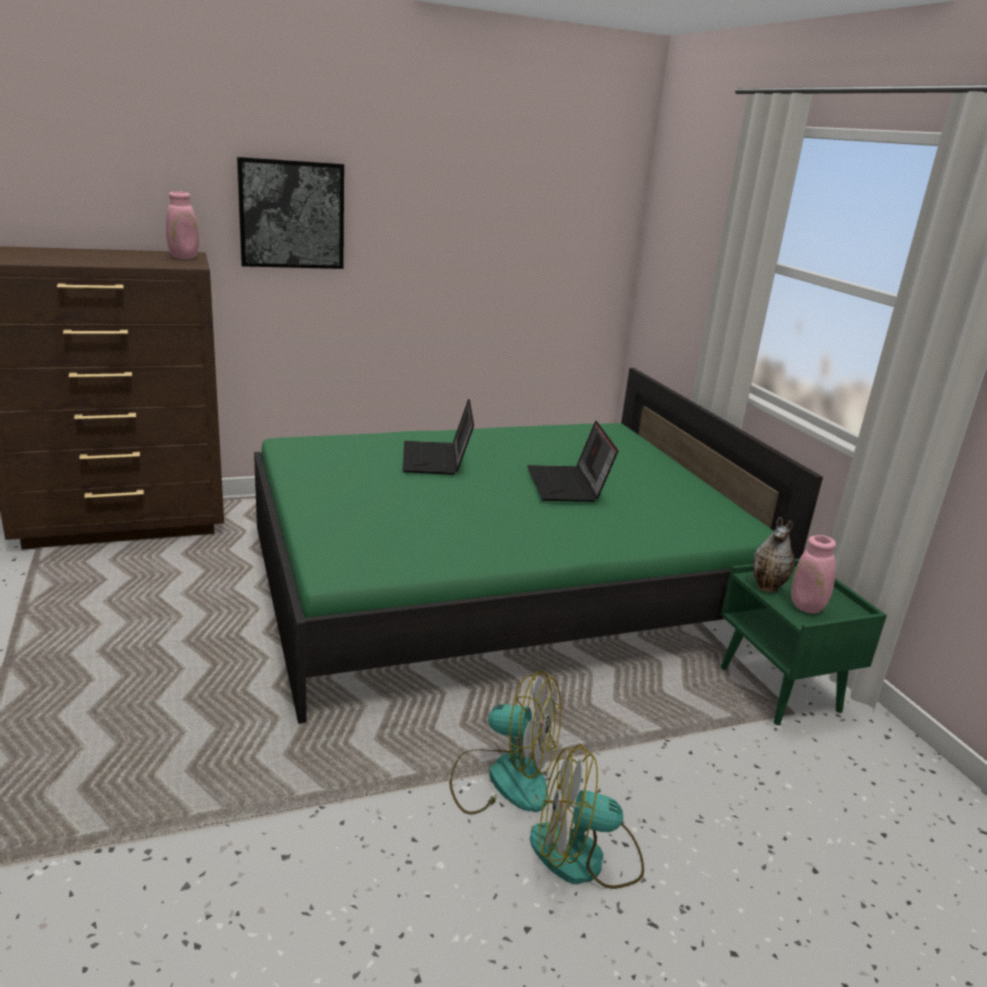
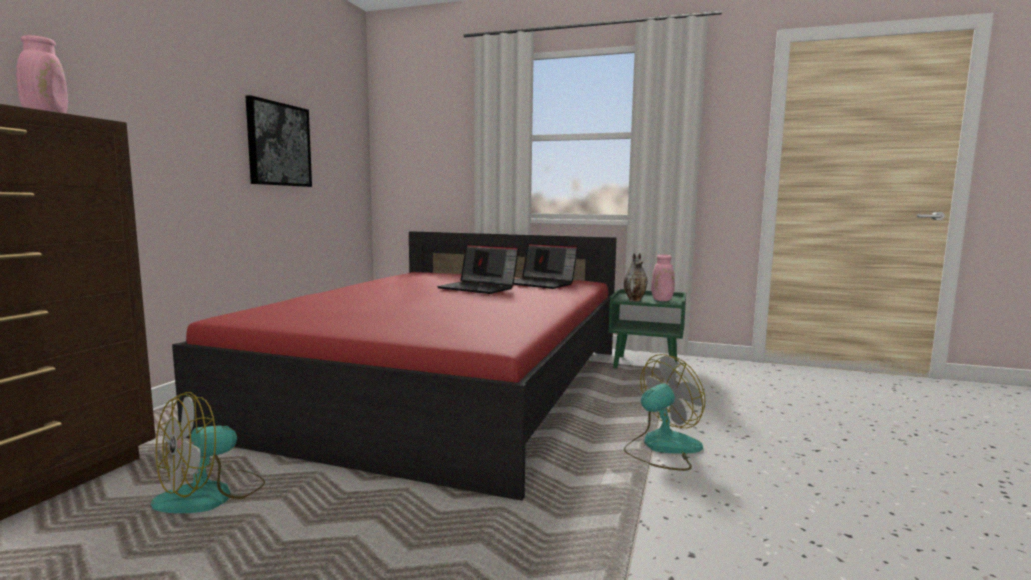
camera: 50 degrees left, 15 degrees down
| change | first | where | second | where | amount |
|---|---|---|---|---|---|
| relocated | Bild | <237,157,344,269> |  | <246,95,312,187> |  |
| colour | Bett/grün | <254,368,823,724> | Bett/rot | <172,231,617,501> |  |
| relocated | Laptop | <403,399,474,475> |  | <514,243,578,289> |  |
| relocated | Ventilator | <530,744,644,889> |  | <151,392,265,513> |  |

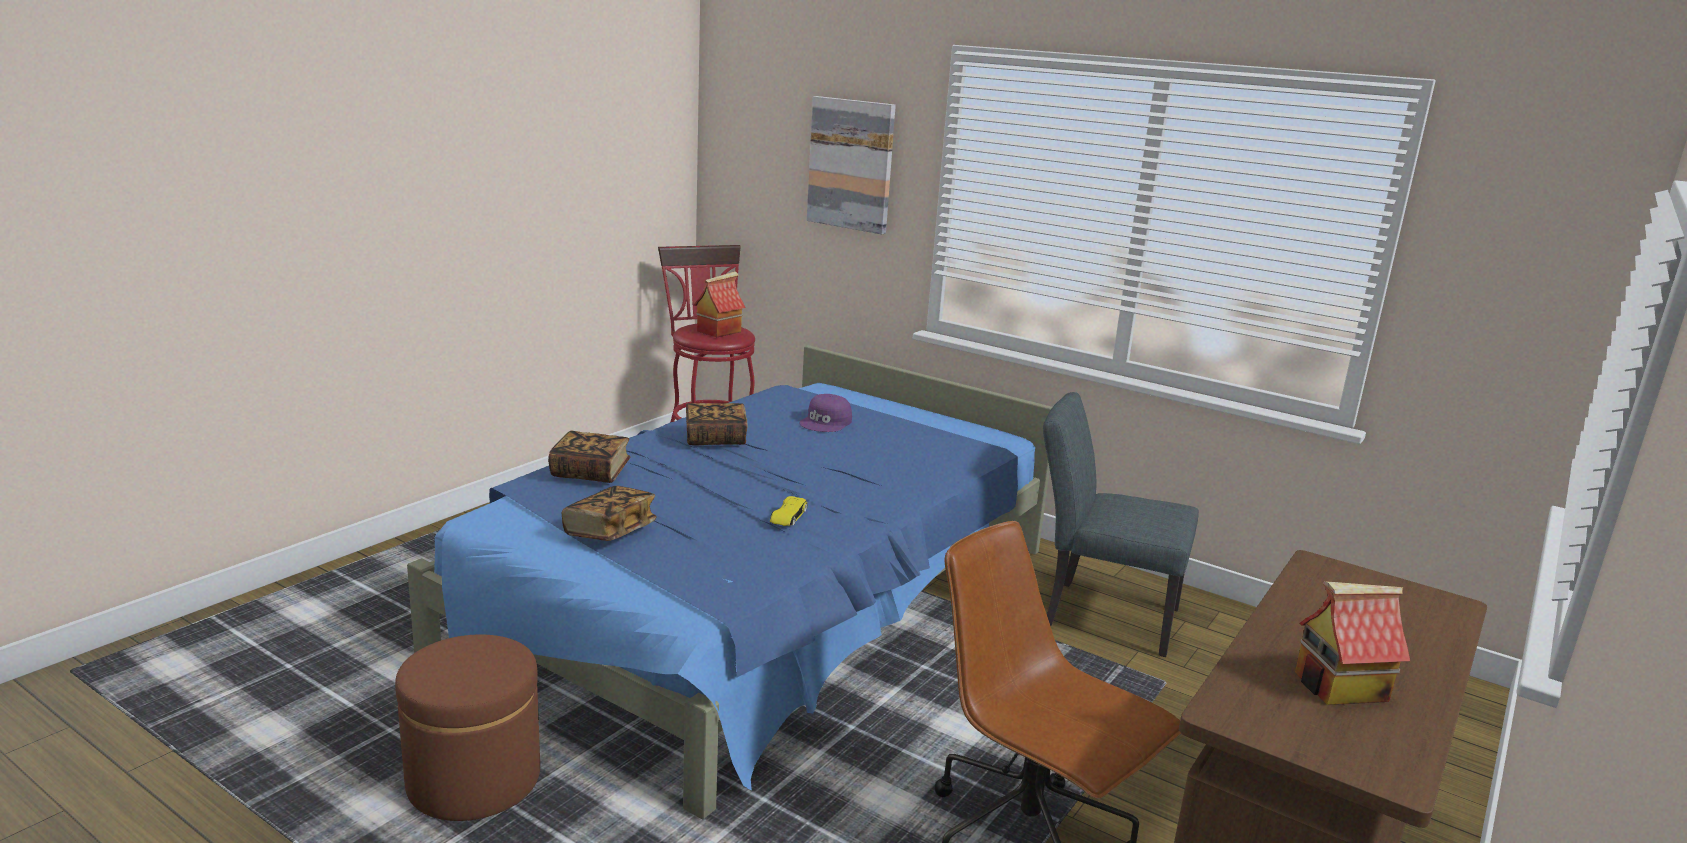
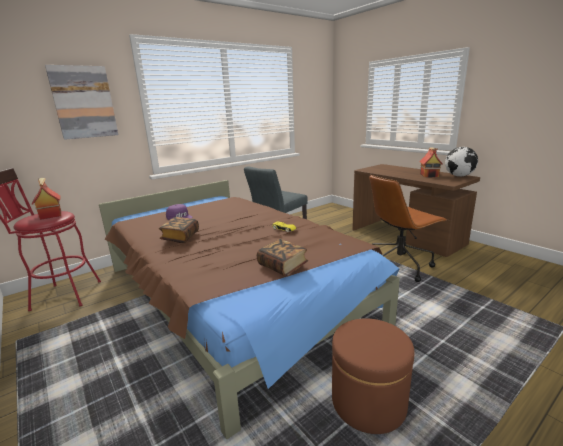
camera: 70 degrees left, 0 degrees up
| change | first | where | second | where | amount |
|---|---|---|---|---|---|
| colour | Bett/blau | <407,345,1052,820> | Bett/braun | <99,180,400,439> |  |
| missing | Buch | <548,431,631,483> |  |  |  |
| appeared |  |  | Globus | <445,147,478,177> |  |

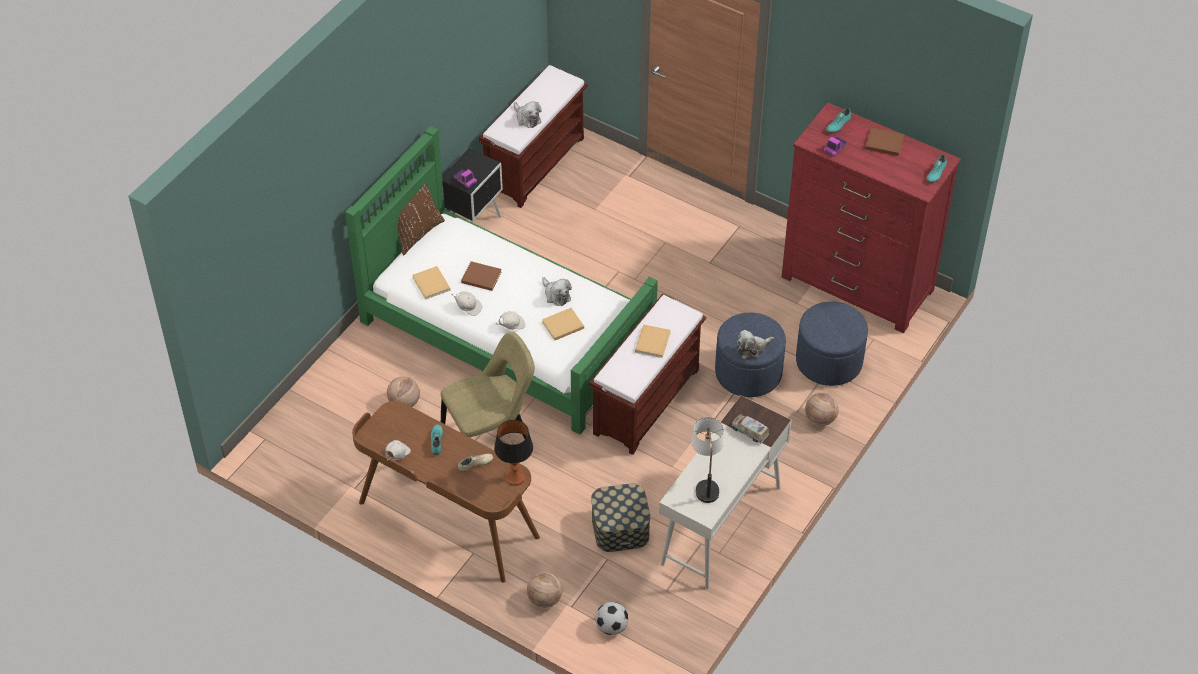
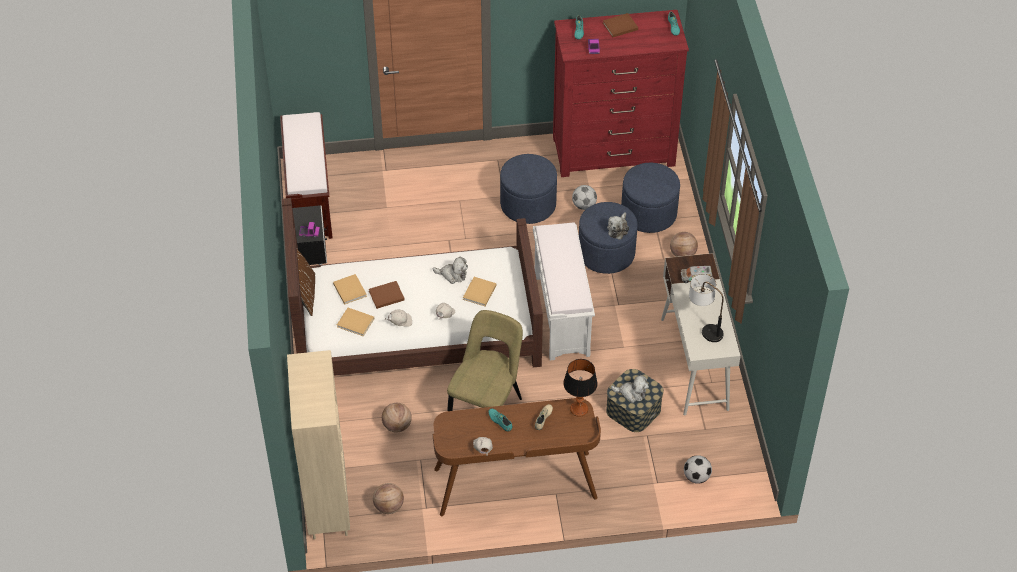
camera: 40 degrees left, 0 degrees up
| change | first | where | second | where | amount |
|---|---|---|---|---|---|
| colour | Bett/grün | <345,126,658,435> | Bett/braun | <282,198,543,376> |  |
| relocated | Plüschtier | <514,101,542,128> |  | <611,375,649,403> |  |
| relocated | Basketball | <527,572,562,608> |  | <373,483,404,514> |  |
| colour | Bank/braun | <589,294,706,455> | Bank/weiß | <533,223,595,361> |  |
| relocated | Buch/beige | <635,324,671,358> |  | <333,274,367,305> |  |
| appeared |  |  | Bücherregal/beige | <287,350,350,540> |  |
| appeared |  |  | Polsterhocker/blau | <500,154,557,224> |  |
| appeared |  |  | Fußball | <572,185,597,210> |  |

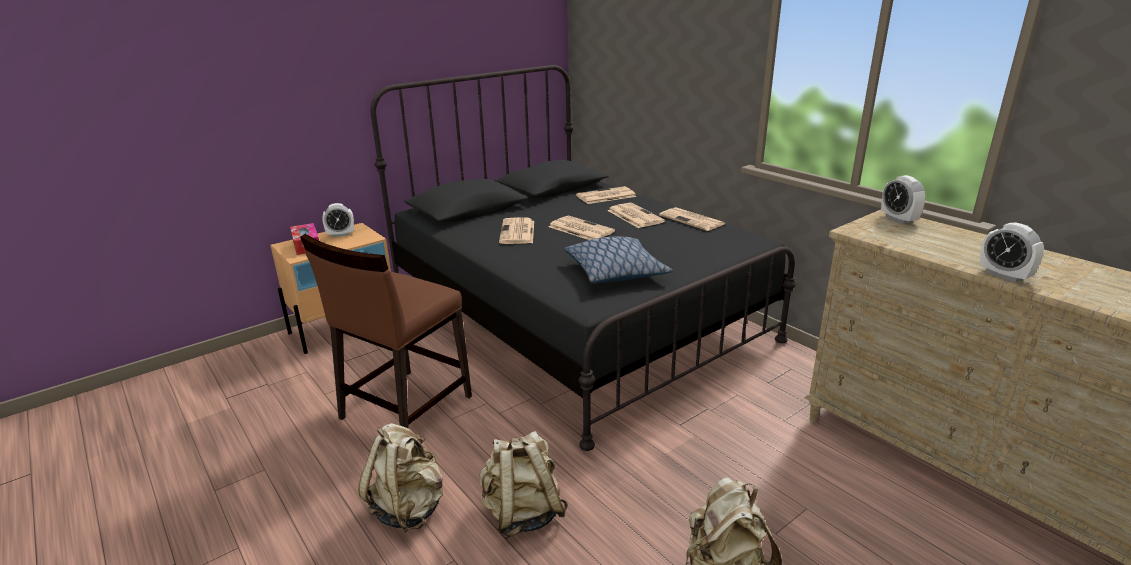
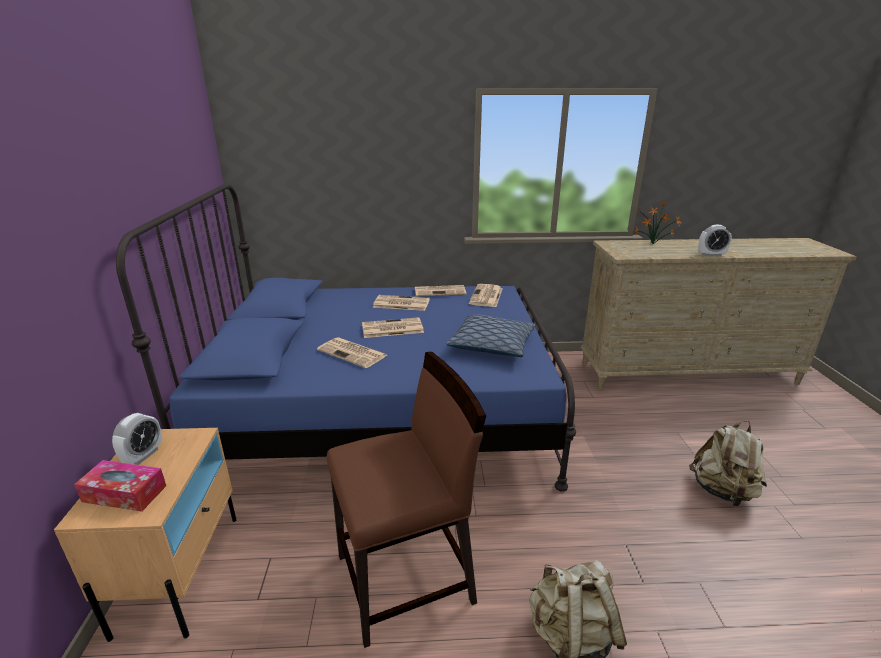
camera: 55 degrees left, 0 degrees up
| change | first | where | second | where | amount |
|---|---|---|---|---|---|
| spun | Stuhl/braun | <300,234,472,429> |  | <327,352,486,648> | 90 degrees counterclockwise |
| colour | Bett/schwarz | <371,65,796,451> | Bett/blau | <116,183,576,492> |  |
| missing | Rucksack/beige | <480,431,568,537> |  |  |  |
| relocated | Zeitung | <576,186,636,204> |  | <469,284,503,307> |  |
| missing | Wecker | <881,175,925,224> |  |  |  |
| appeared |  |  | Topfpflanze | <635,202,681,244> |  |

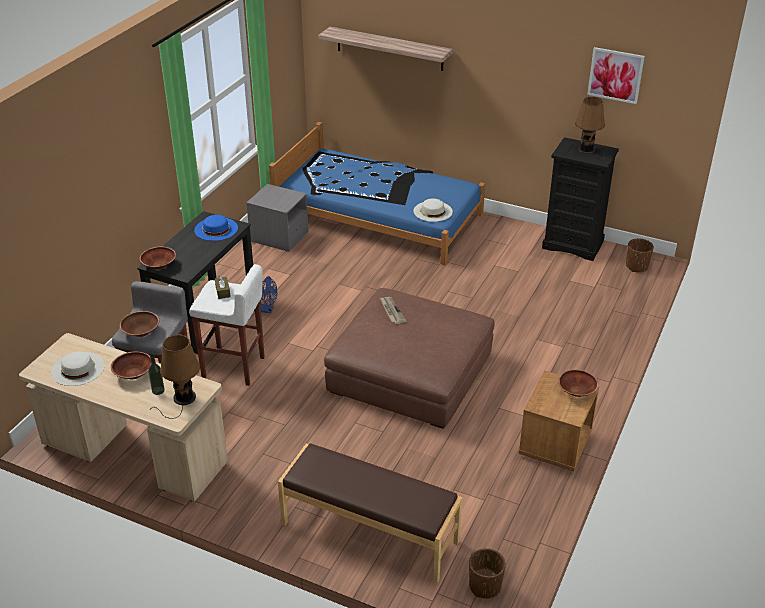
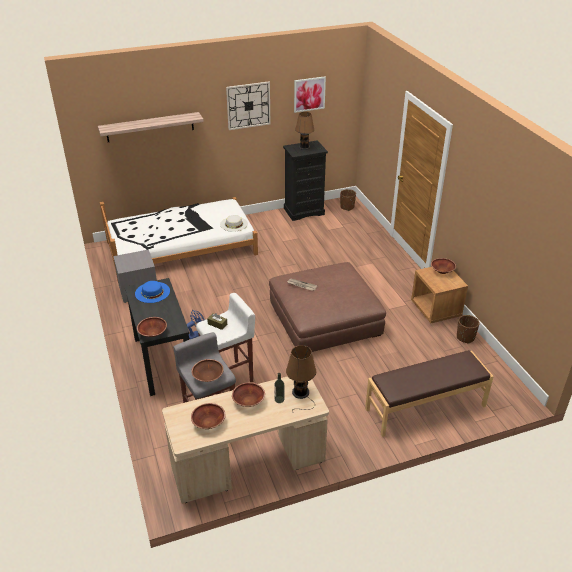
camera: 45 degrees left, 0 degrees up
| change | first | where | second | where | amount |
|---|---|---|---|---|---|
| exchanged | Hut/weiß | <51,351,105,386> | Schüssel/braun | <191,403,226,429> |  |
| colour | Bett/blau | <269,122,485,265> | Bett/weiß | <100,197,258,280> |  |
| relocated | Pflanzkübel/braun | <469,548,506,599> |  | <457,315,480,343> |  |
| appeared |  |  | Wanduhr | <226,82,270,130> |  |

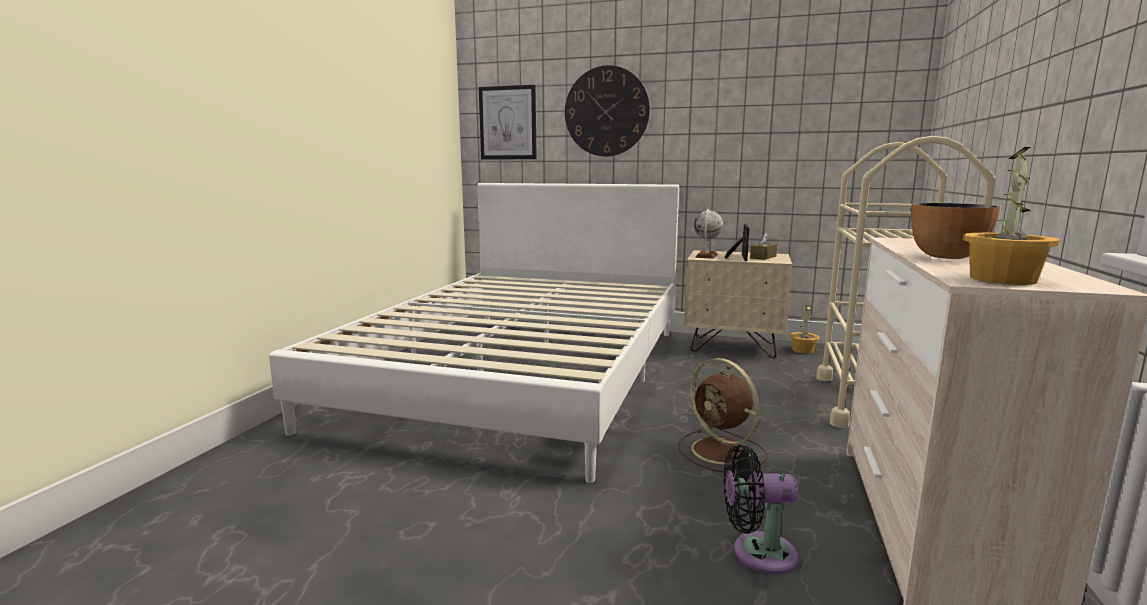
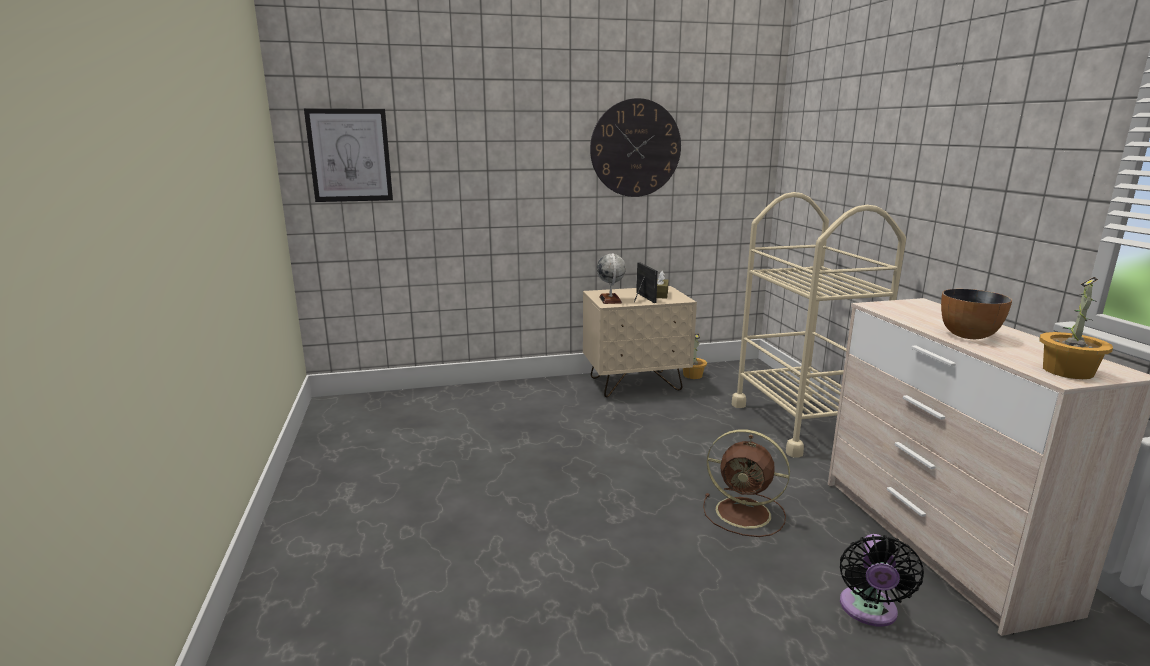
camera: 30 degrees left, 5 degrees up
| change | first | where | second | where | amount |
|---|---|---|---|---|---|
| missing | Bett/weiß | <269,183,679,483> |  |  |  |
| relocated | Wanduhr | <565,65,650,156> |  | <590,98,681,197> |  |
| spun | Ventilator/schwarz | <724,445,799,575> |  | <840,534,924,627> | 45 degrees counterclockwise |

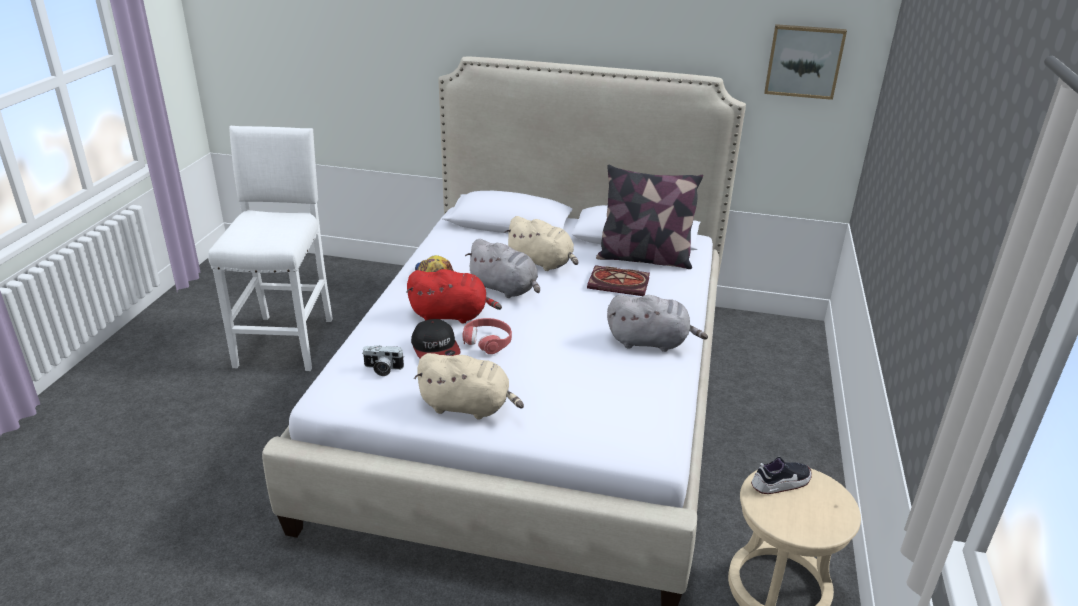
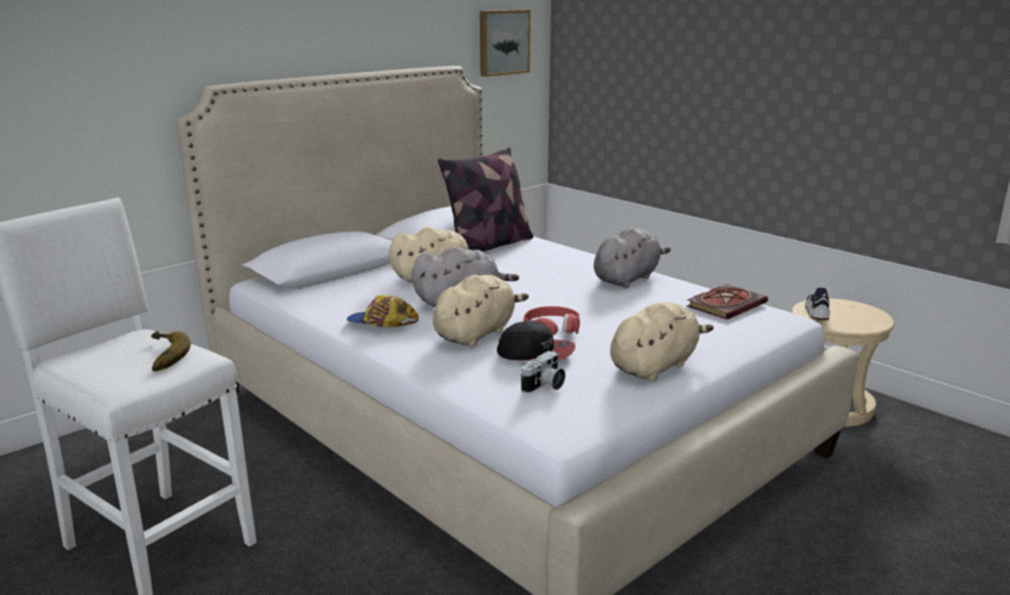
camera: 55 degrees left, 10 degrees down
| change | first | where | second | where | amount |
|---|---|---|---|---|---|
| colour | Plüschtier/rot | <406,269,502,324> | Plüschtier/beige | <433,275,529,347> |  |
| relocated | Buch | <587,265,650,296> |  | <687,284,768,319> |  |
| appeared |  |  | Banane | <151,331,191,371> |  |

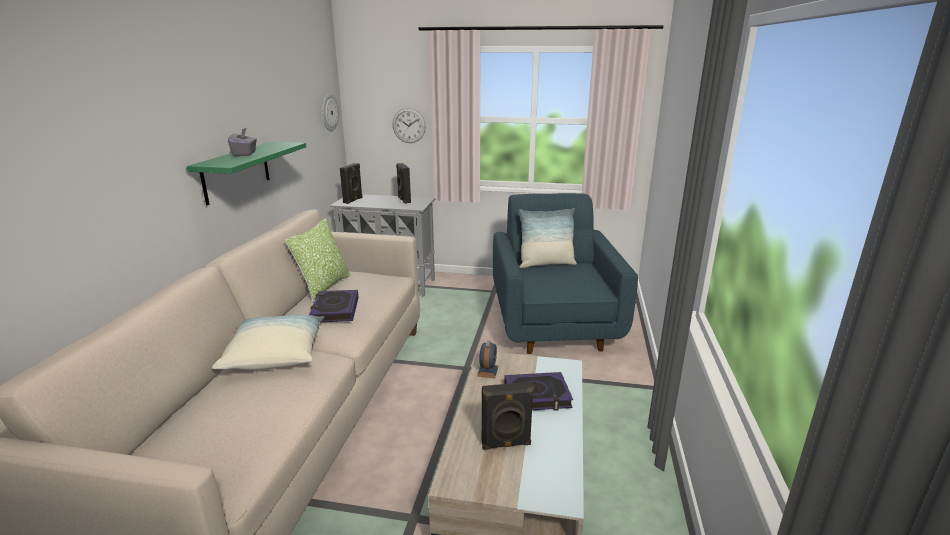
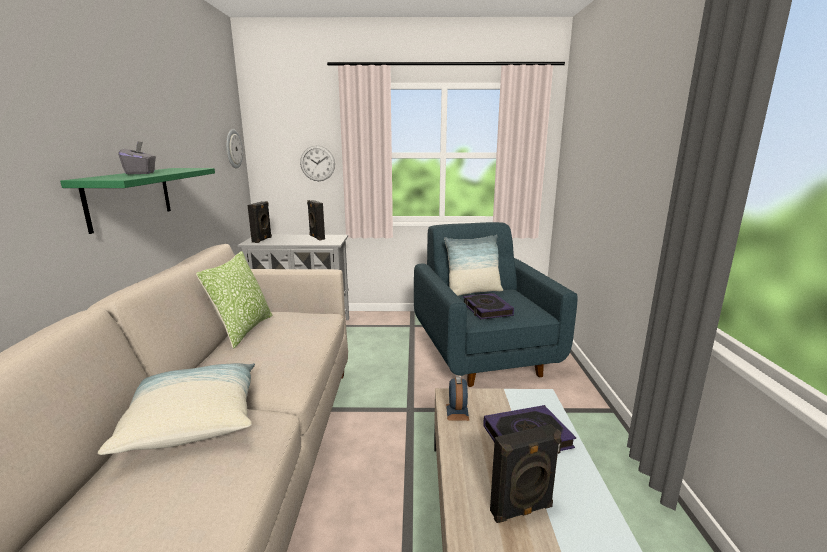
camera: 10 degrees left, 5 degrees down
| change | first | where | second | where | amount |
|---|---|---|---|---|---|
| relocated | Buch | <309,290,359,322> |  | <463,293,514,319> |  |

